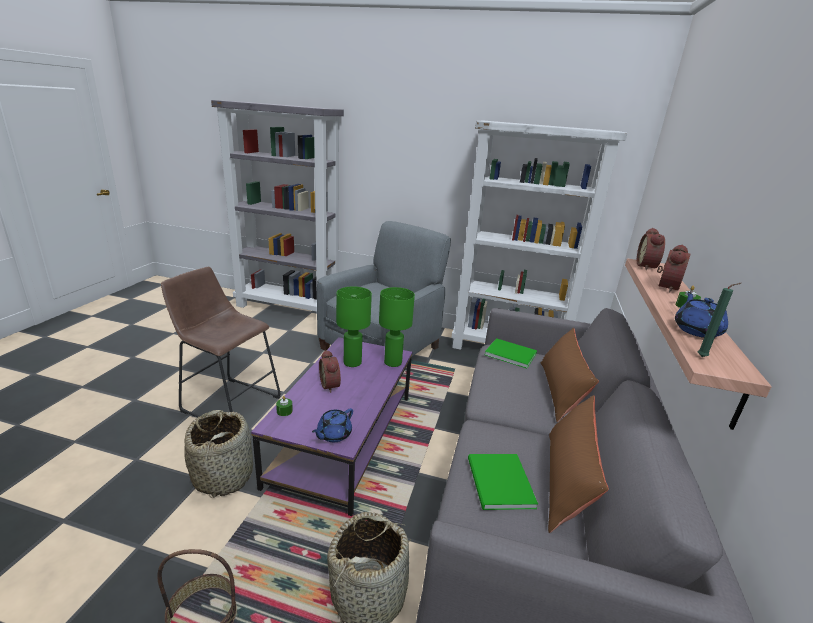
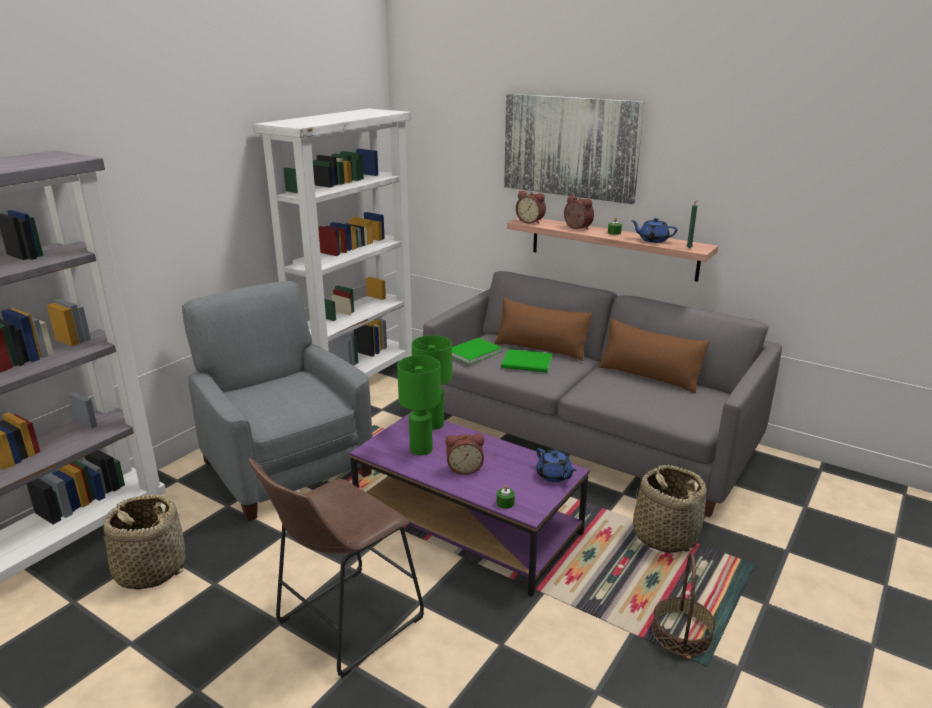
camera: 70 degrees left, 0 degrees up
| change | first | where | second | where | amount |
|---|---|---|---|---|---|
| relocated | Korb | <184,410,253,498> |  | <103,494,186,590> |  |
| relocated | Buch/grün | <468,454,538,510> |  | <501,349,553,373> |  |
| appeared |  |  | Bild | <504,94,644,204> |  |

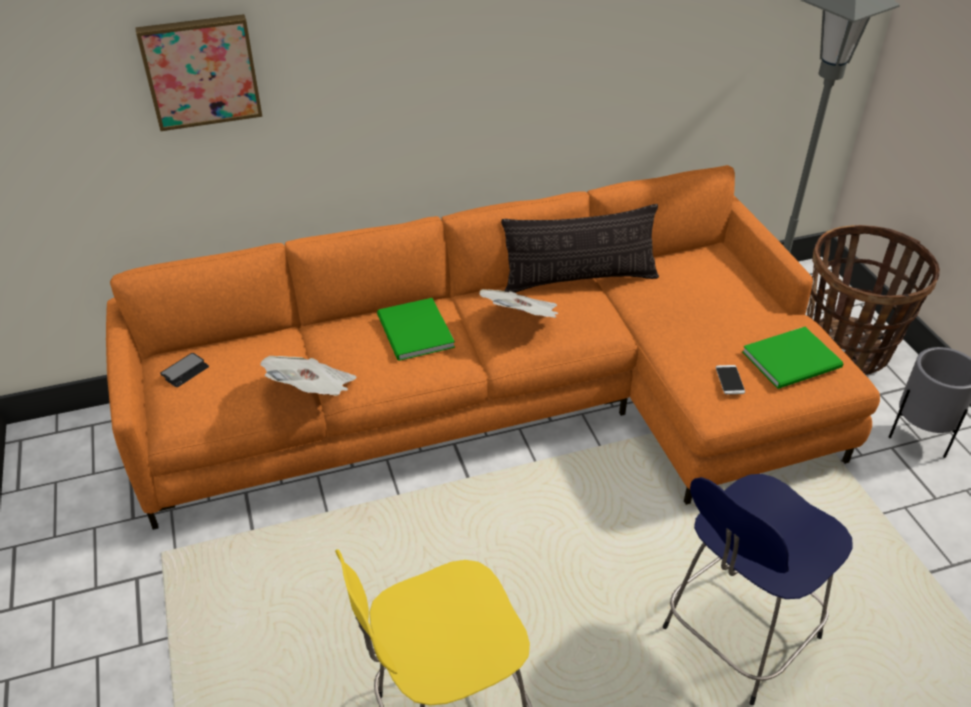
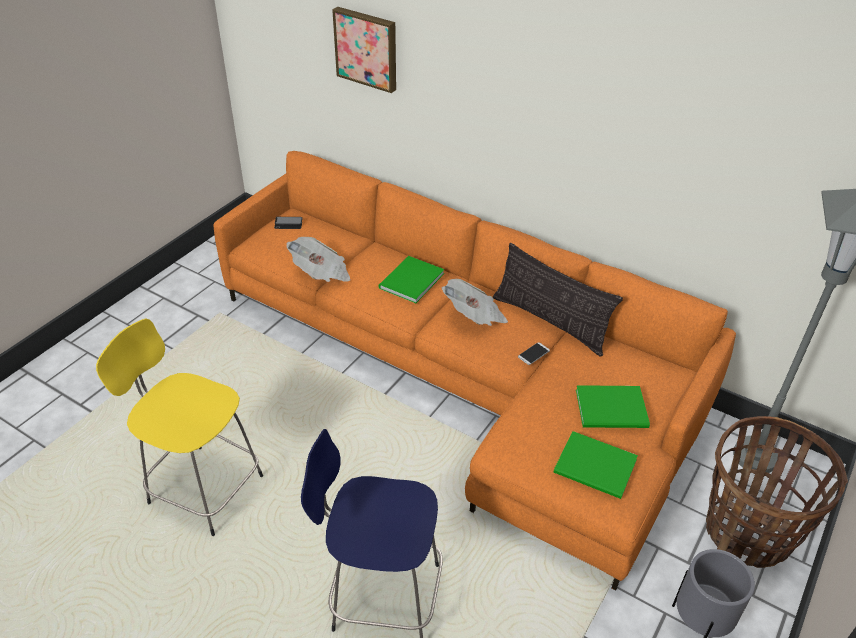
camera: 50 degrees right, 0 degrees up
| change | first | where | second | where | amount |
|---|---|---|---|---|---|
| relocated | Handy | <716,365,745,394> |  | <518,342,550,365> |  |
| appeared |  |  | Buch/grün | <576,385,650,428> |  |

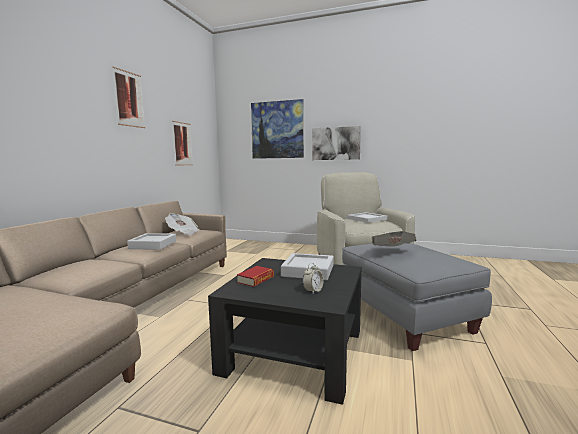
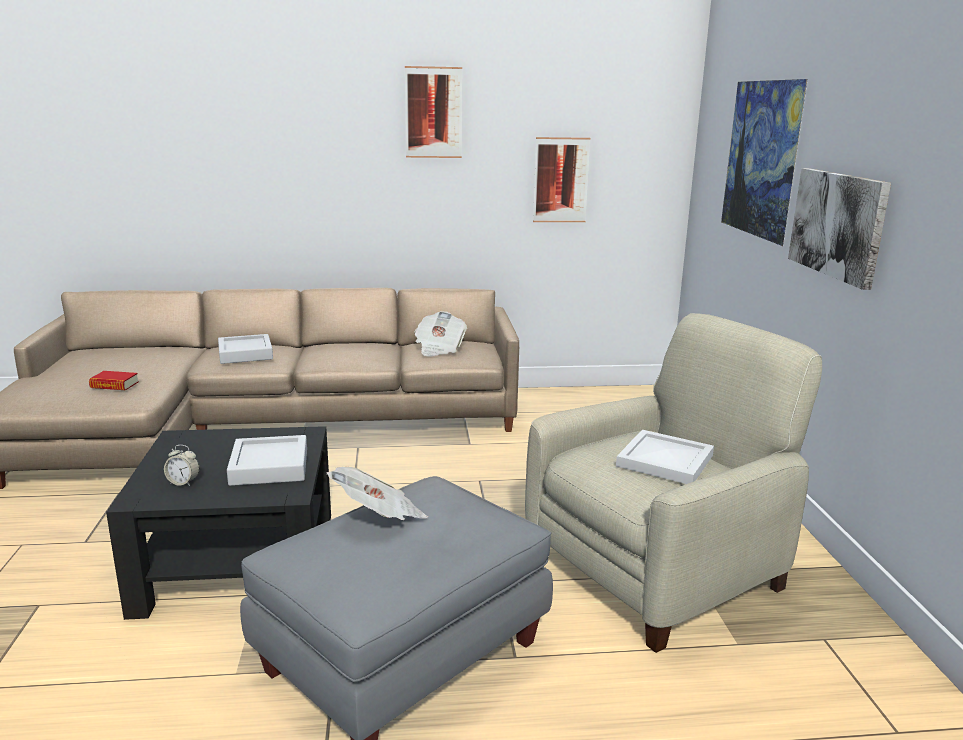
camera: 65 degrees right, 10 degrees up
| change | first | where | second | where | amount |
|---|---|---|---|---|---|
| relocated | Tablett/grau | <127,233,176,250> |  | <218,334,273,364> |  |
| relocated | Buch | <237,266,274,287> |  | <89,371,139,390> |  |

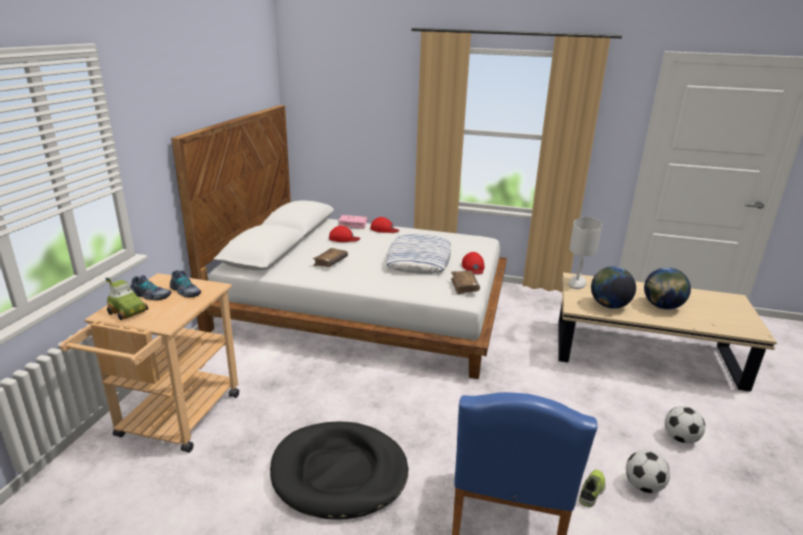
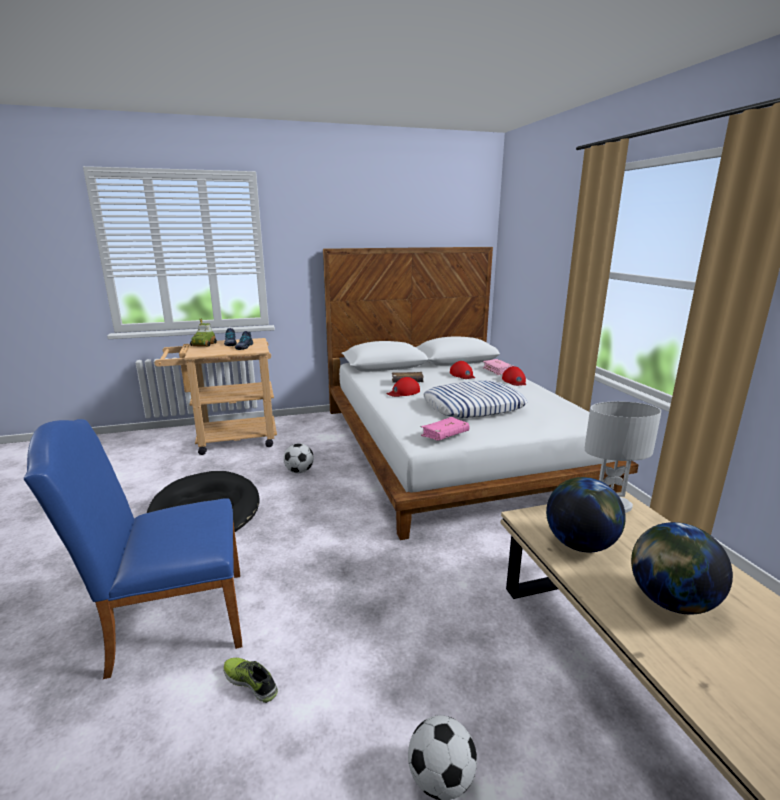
camera: 60 degrees right, 5 degrees down
| change | first | where | second | where | amount |
|---|---|---|---|---|---|
| colour | Buch/braun | <451,271,480,294> | Buch/rosa | <421,417,470,441> |  |
| relocated | Kappe/rot | <462,252,485,274> |  | <387,377,420,397> |  |
| spun | Schuh | <579,470,606,507> |  | <223,658,278,703> | 150 degrees counterclockwise |
| relocated | Fußball | <626,450,670,493> |  | <283,443,314,473> |  |

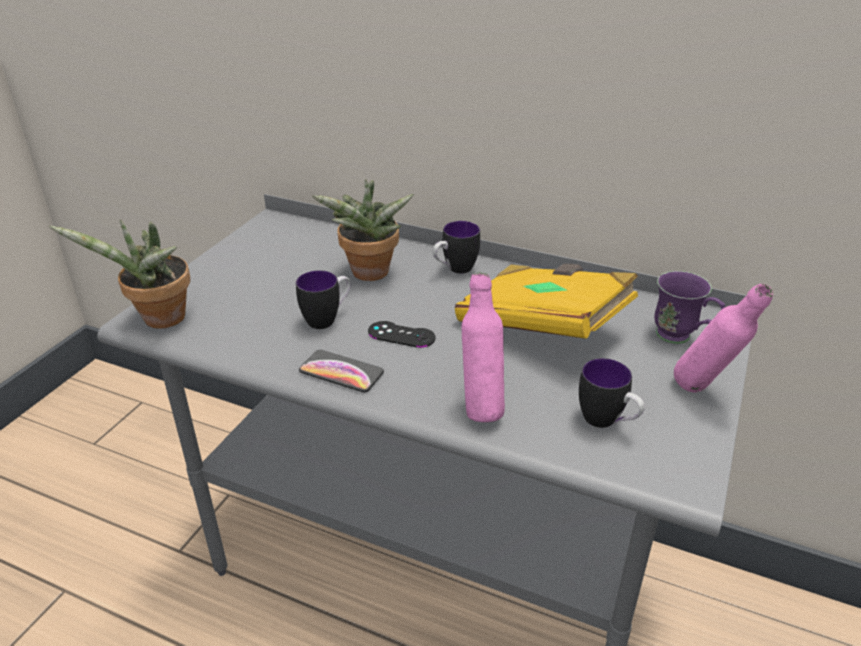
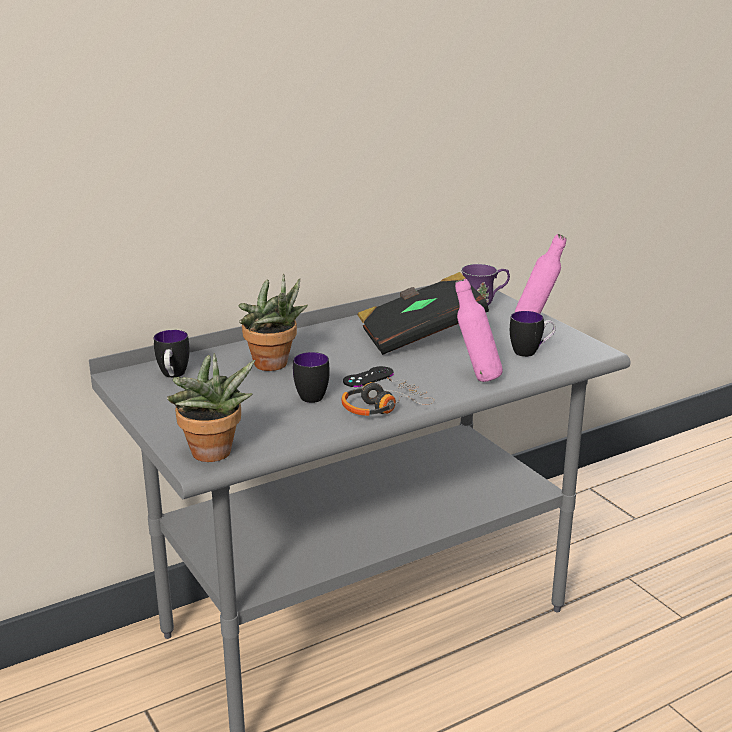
camera: 55 degrees left, 10 degrees down
| change | first | where | second | where | amount |
|---|---|---|---|---|---|
| exchanged | Handy | <299,350,384,392> | Kopfhörer | <341,377,435,416> |  |
| relocated | Henkelbecher | <433,221,480,274> |  | <154,330,190,378> |  |
| colour | Buch/gelb | <455,264,638,339> | Buch/schwarz | <357,272,489,355> |  |

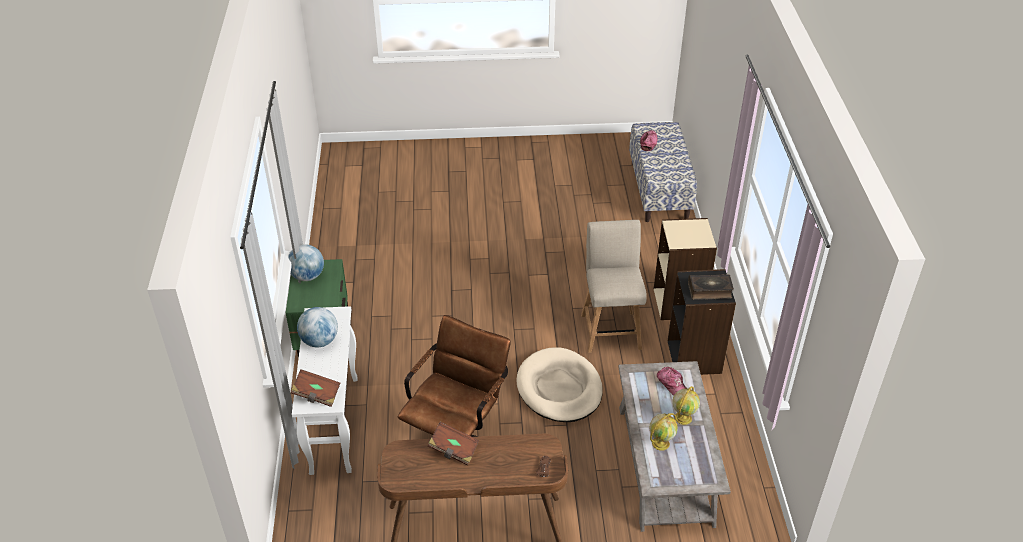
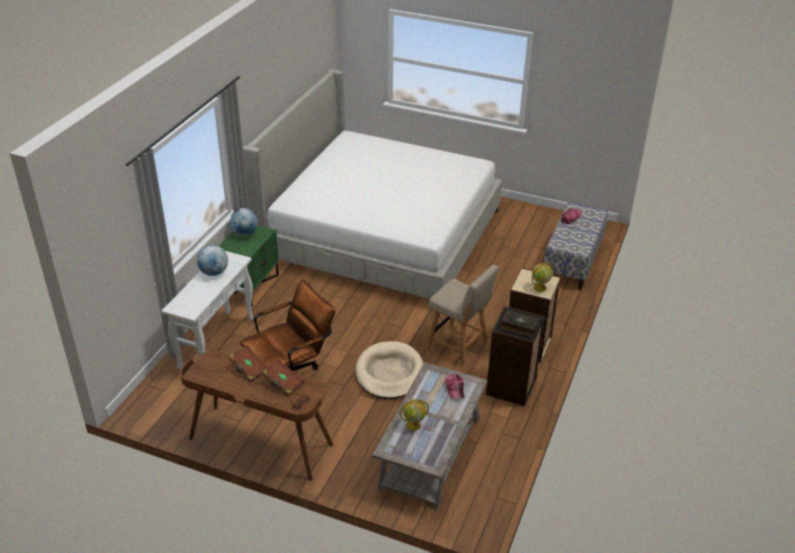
camera: 25 degrees right, 5 degrees down
| change | first | where | second | where | amount |
|---|---|---|---|---|---|
| relocated | Buch/braun | <291,369,340,407> |  | <262,360,304,396> |  |
| spun | Stuhl/beige | <581,220,647,353> |  | <426,265,499,366> | 105 degrees clockwise |
| relocated | Globus | <672,386,700,425> |  | <532,262,553,292> |  |
| appeared |  |  | Bett | <243,69,502,299> |  |

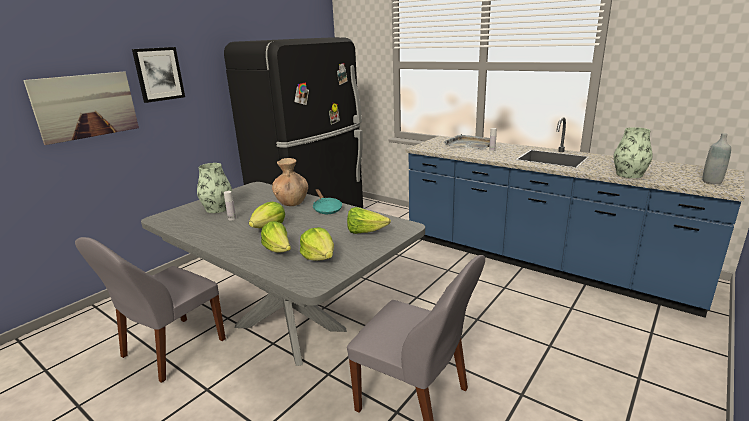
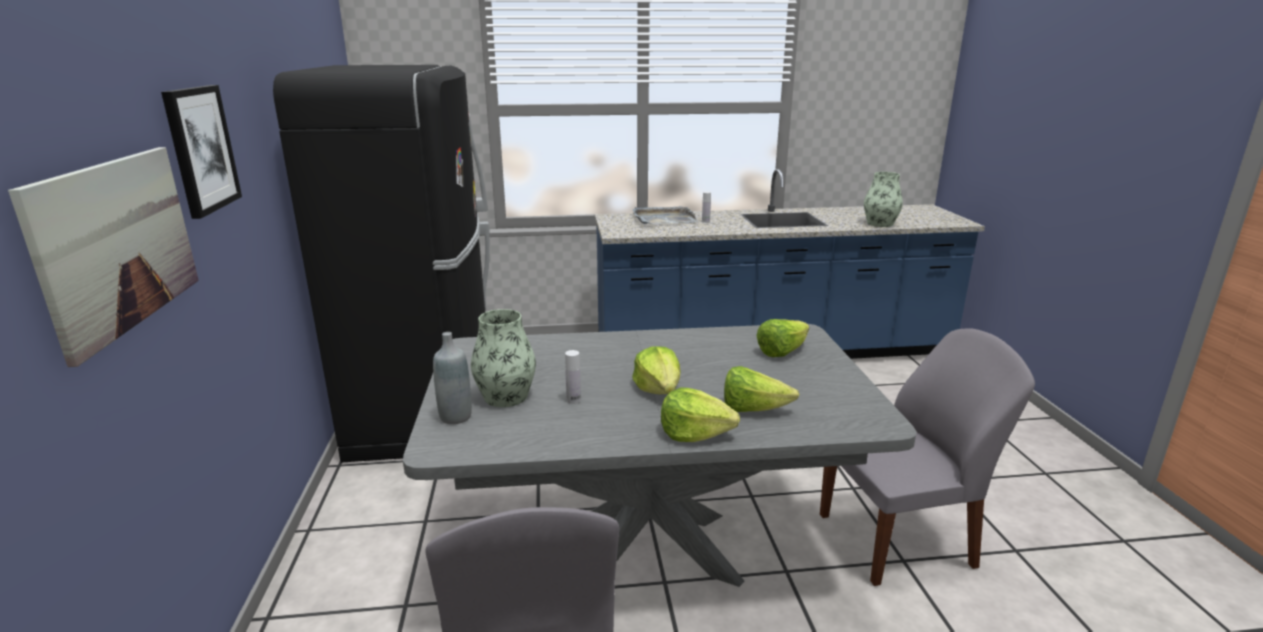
camera: 45 degrees left, 0 degrees up
| change | first | where | second | where | amount |
|---|---|---|---|---|---|
| missing | Vase/braun | <272,158,308,206> |  |  |  |
| relocated | Salatkopf | <300,227,334,261> |  | <661,387,740,442> |  |
| missing | Pfanne/türkis | <313,189,342,214> |  |  |  |
| relocated | Flasche/grau | <702,133,731,184> |  | <433,332,472,424> |  |

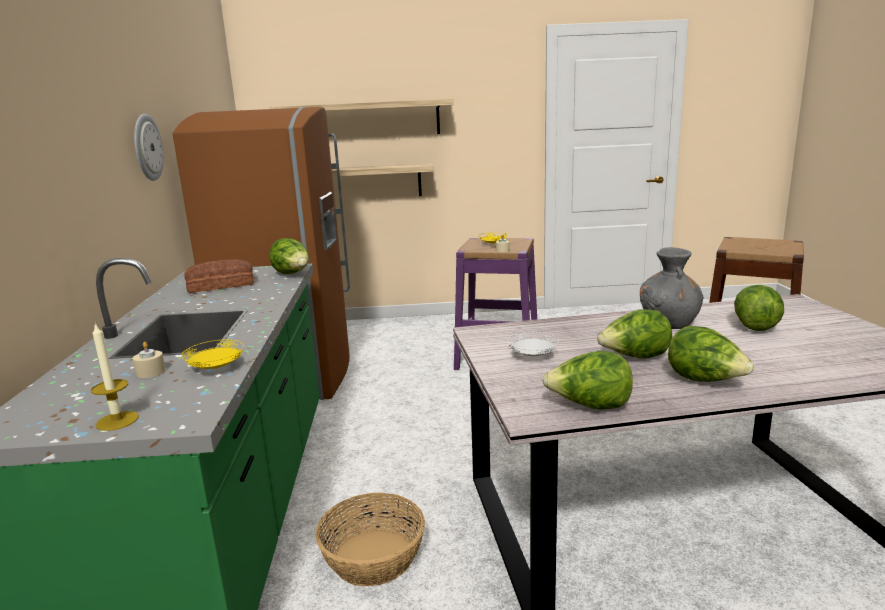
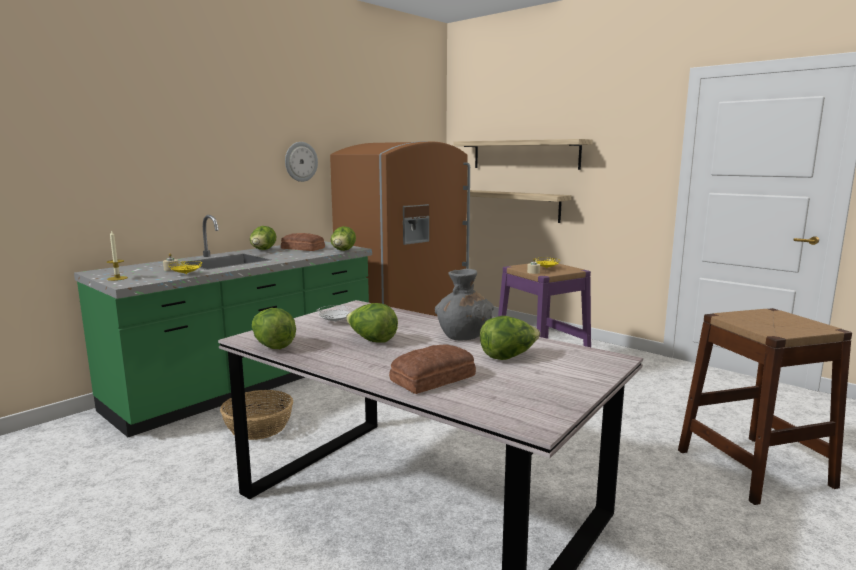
camera: 45 degrees right, 5 degrees down
| change | first | where | second | where | amount |
|---|---|---|---|---|---|
| relocated | Salatkopf | <668,326,754,382> |  | <250,226,277,250> |  |
| appeared |  |  | Brot | <389,344,476,394> |  |

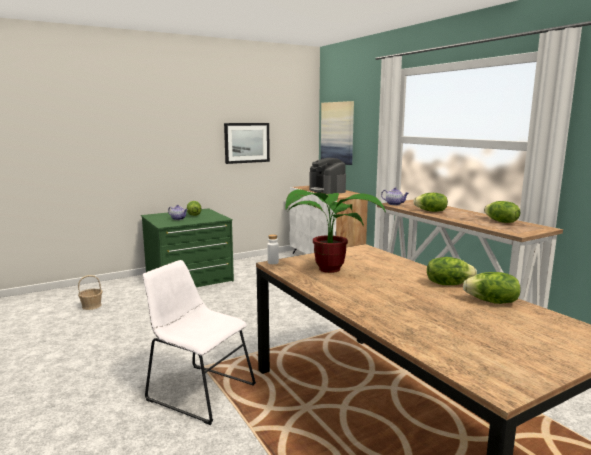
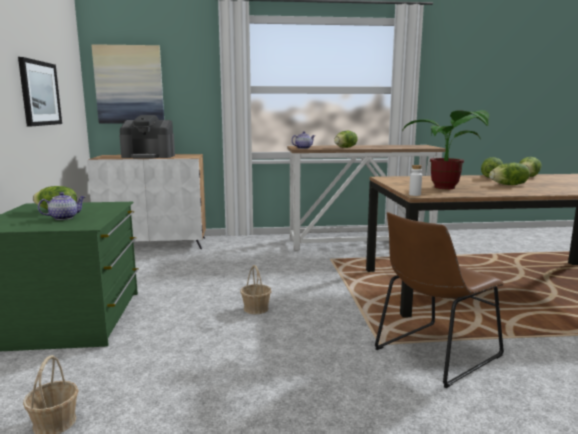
camera: 65 degrees left, 0 degrees up
| change | first | where | second | where | amount |
|---|---|---|---|---|---|
| colour | Stuhl/weiß | <143,260,256,425> | Stuhl/braun | <375,212,504,388> |  |
| relocated | Salatkopf | <484,201,520,223> |  | <489,163,530,185> |  |
| appeared |  |  | Korb | <240,265,272,314> |  |

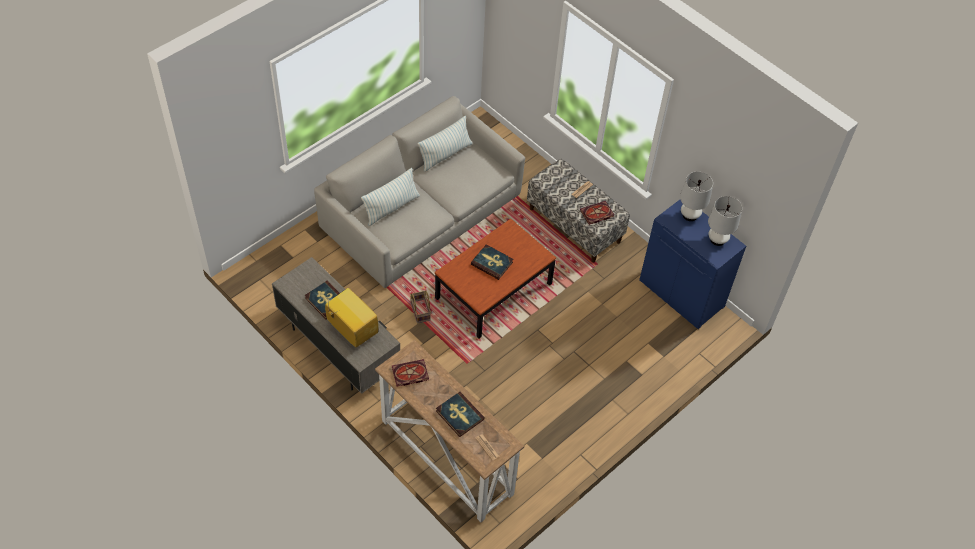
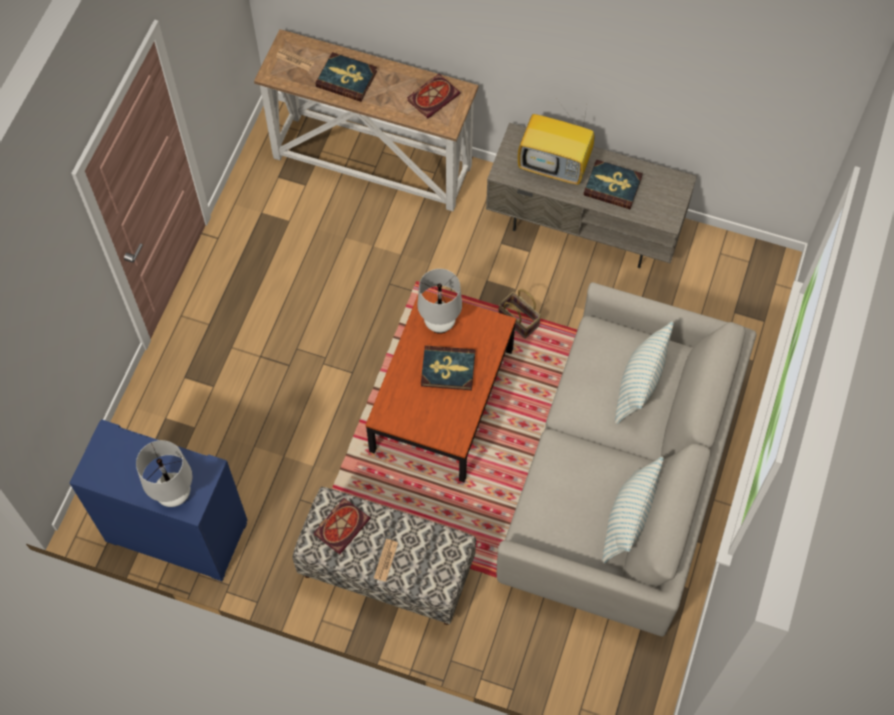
camera: 155 degrees right, 10 degrees up
| change | first | where | second | where | amount |
|---|---|---|---|---|---|
| relocated | Tischlampe/weiß | <708,196,742,246> |  | <417,269,462,334> |  |

